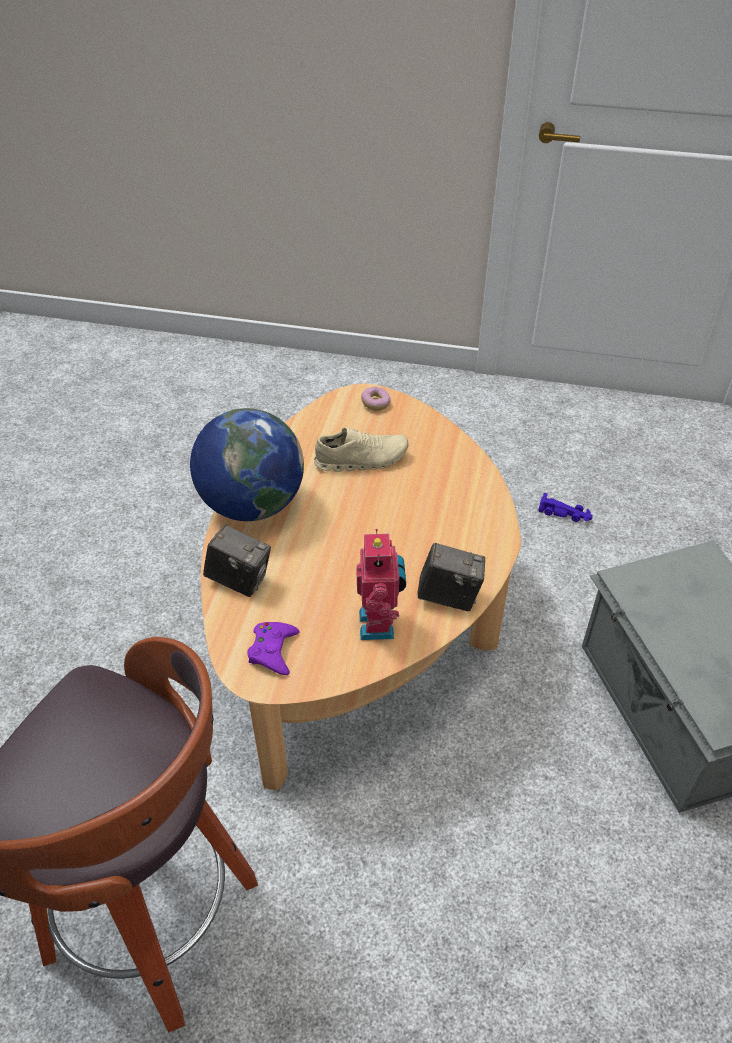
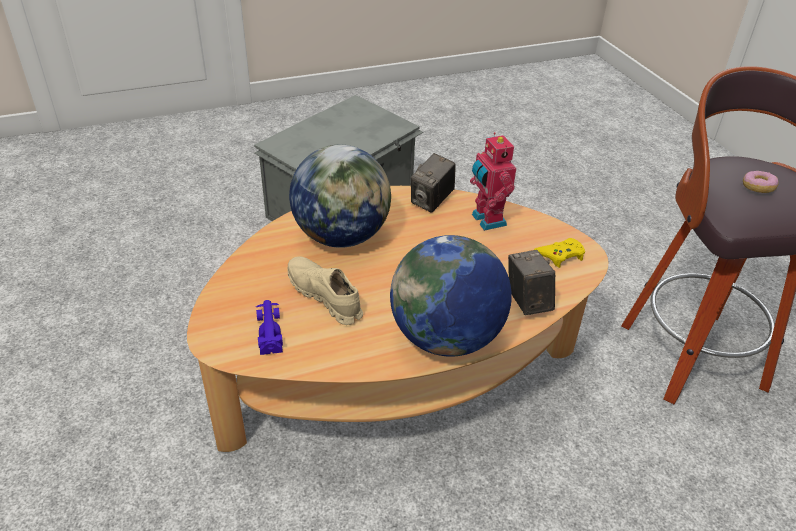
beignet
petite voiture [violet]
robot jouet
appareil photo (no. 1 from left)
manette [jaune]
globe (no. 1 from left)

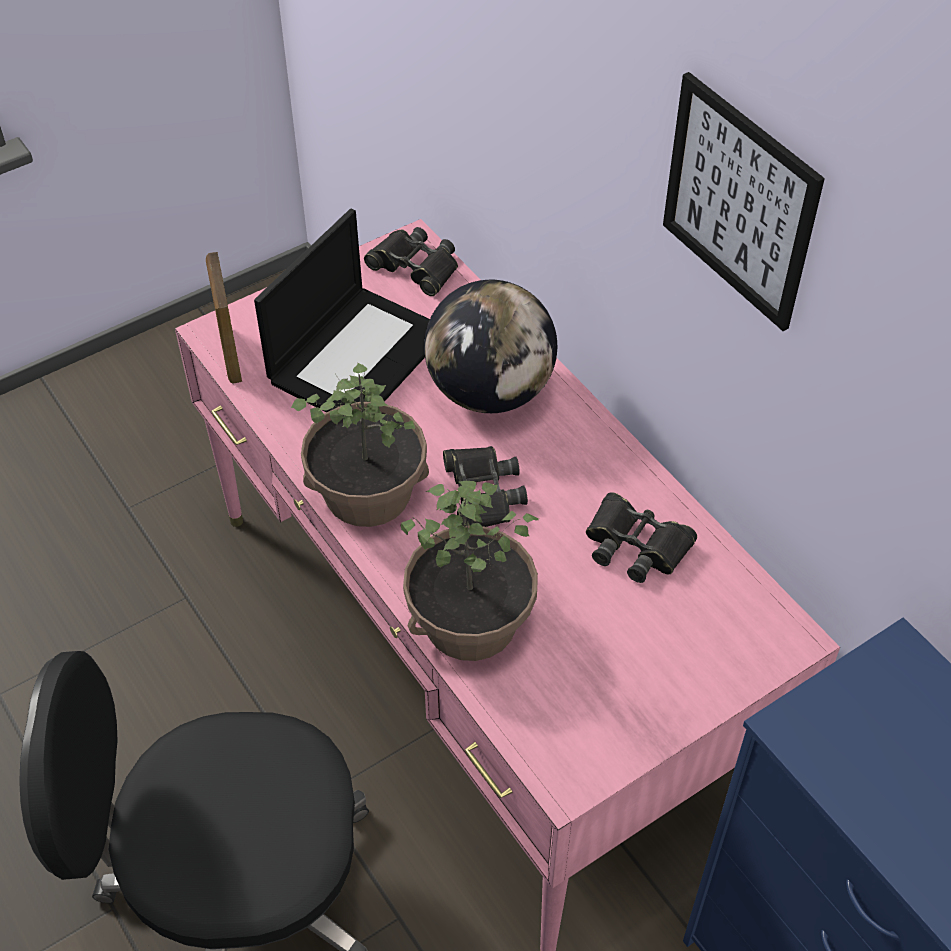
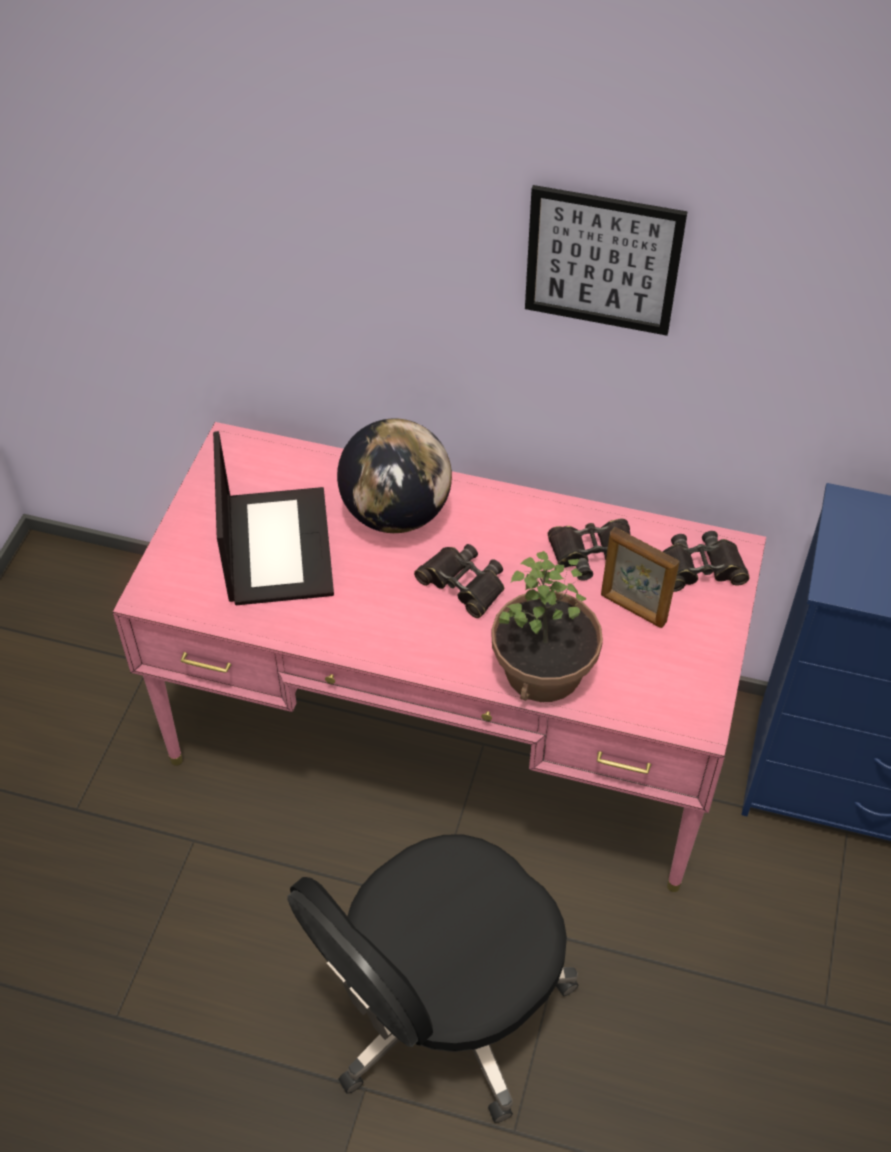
jumelles [noir] (no. 3 from left)
cadre photo
plante en pot (no. 1 from left in the first image)

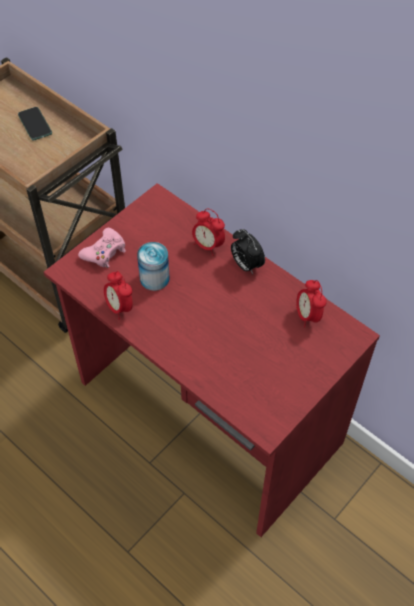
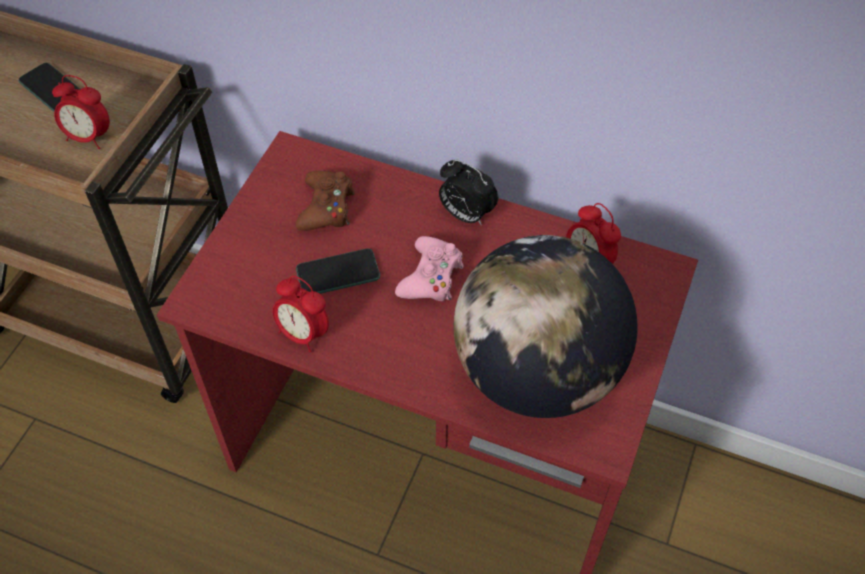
réveil (no. 1 from left)
manette [rose]
téléphone (no. 2 from left)
manette [marron]
globe

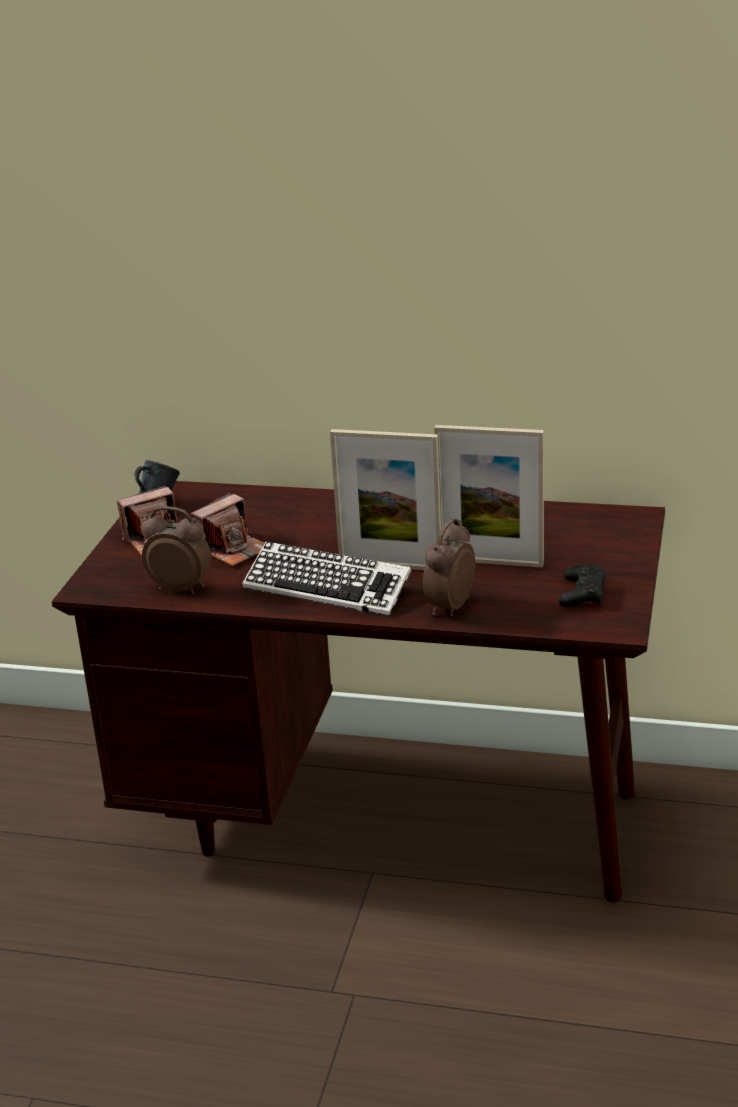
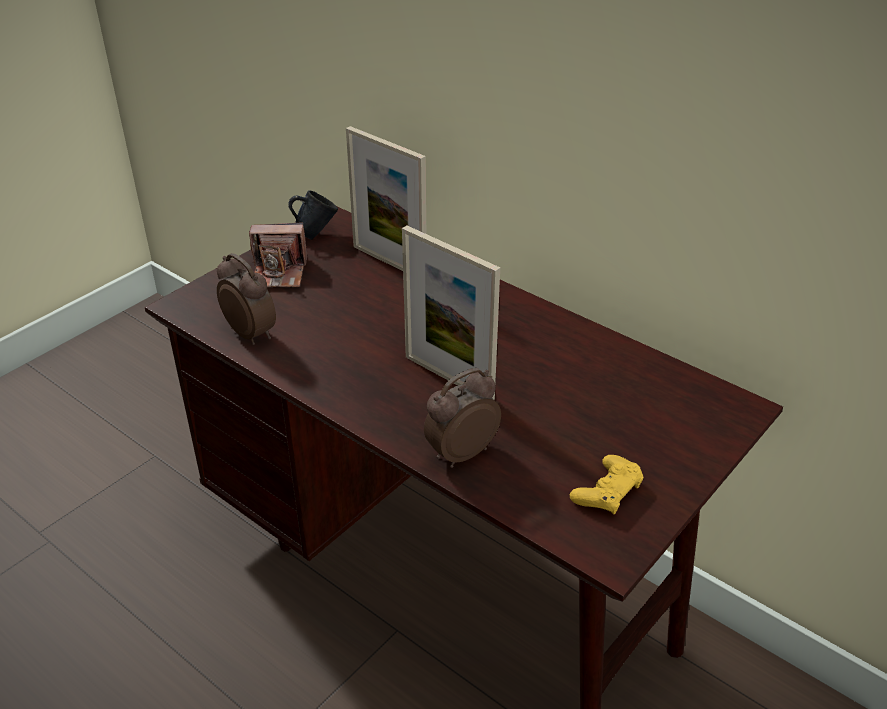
cadre photo (no. 1 from left)
appareil photo (no. 2 from left in the first image)
clavier
manette [jaune]

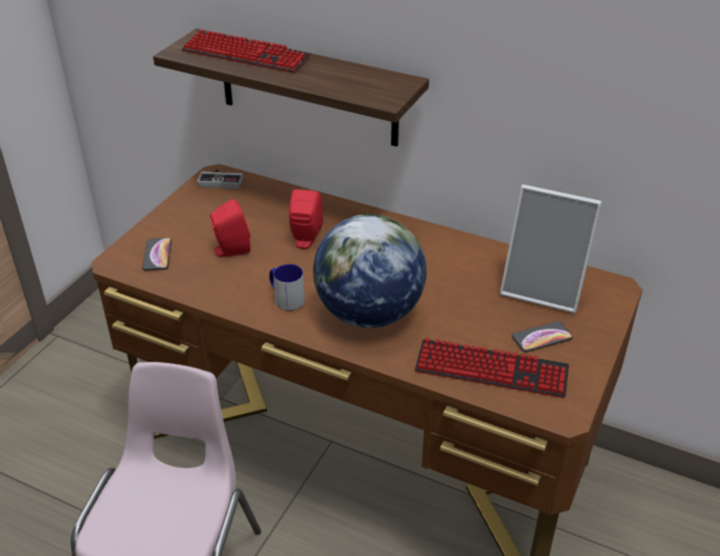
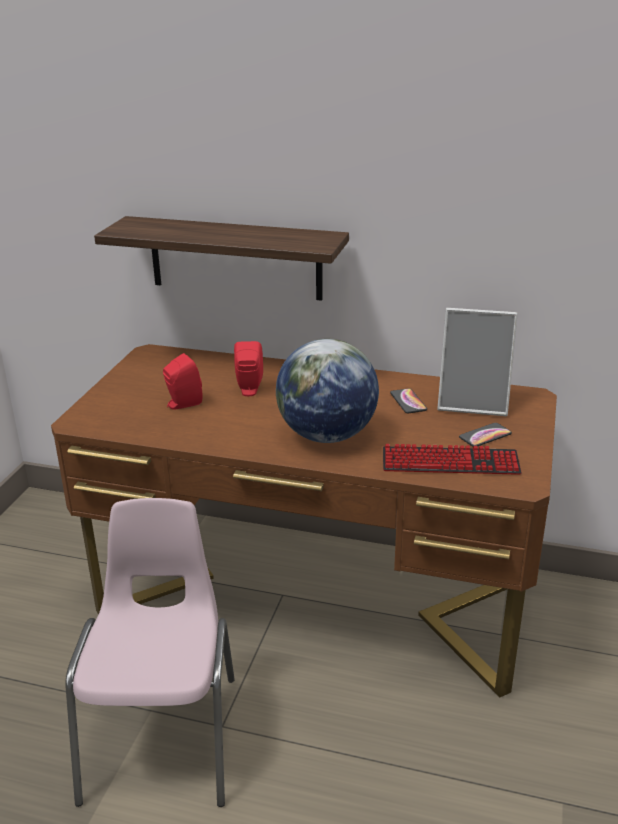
clavier (no. 1 from left in the first image)
manette
téléphone (no. 1 from left)
mug

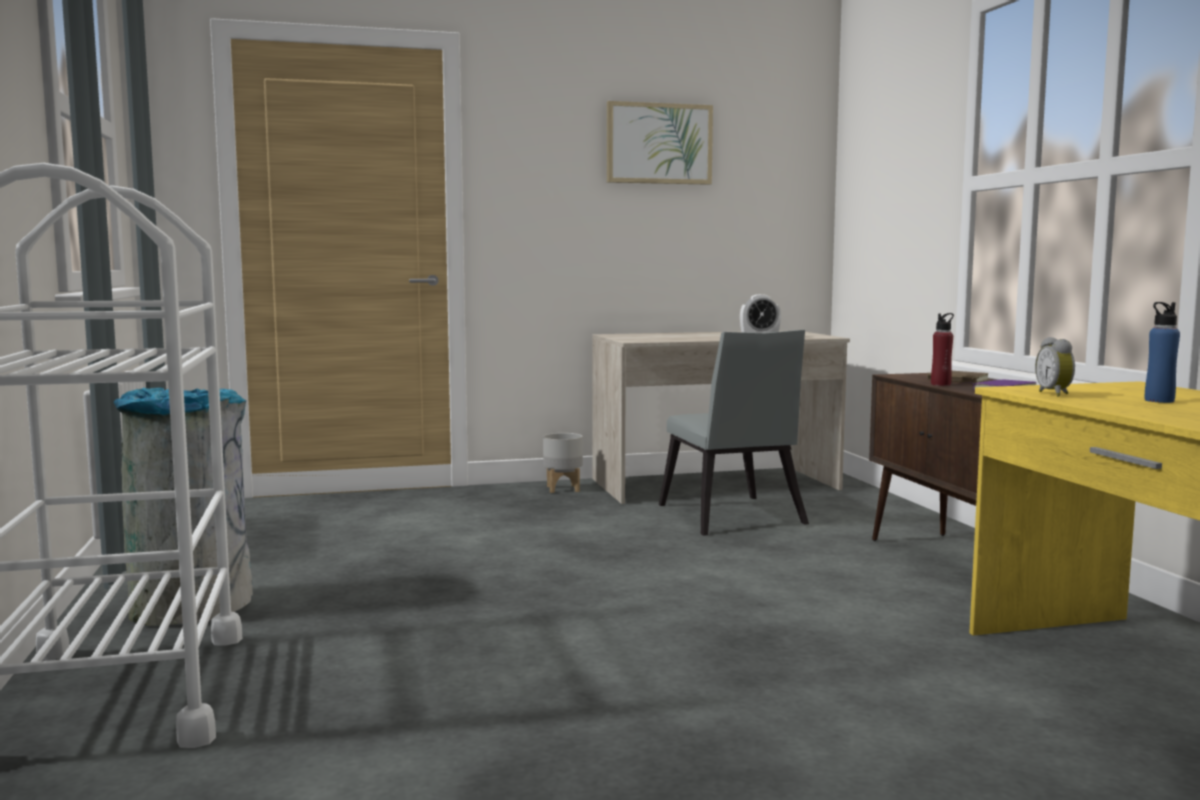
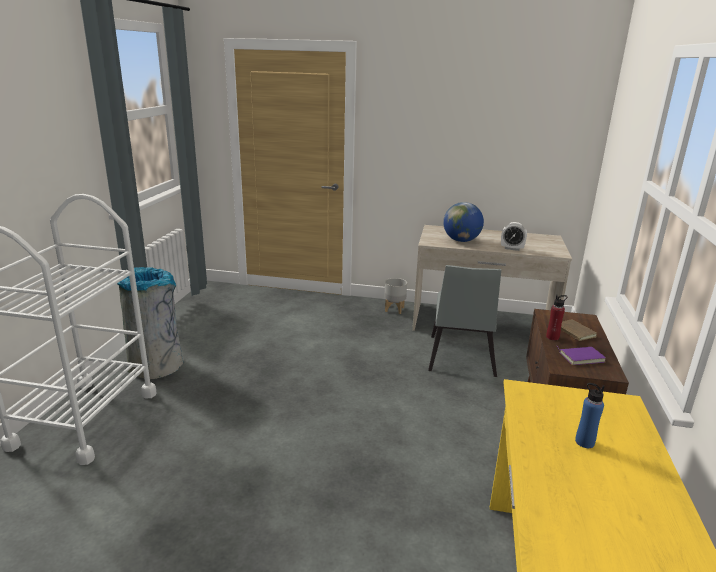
tableau
réveil (no. 2 from left in the first image)
globe

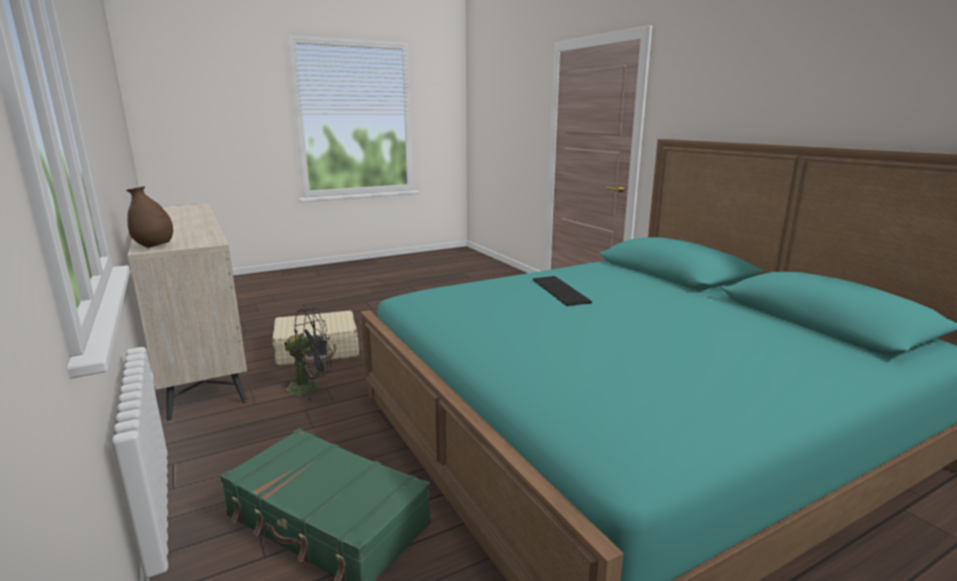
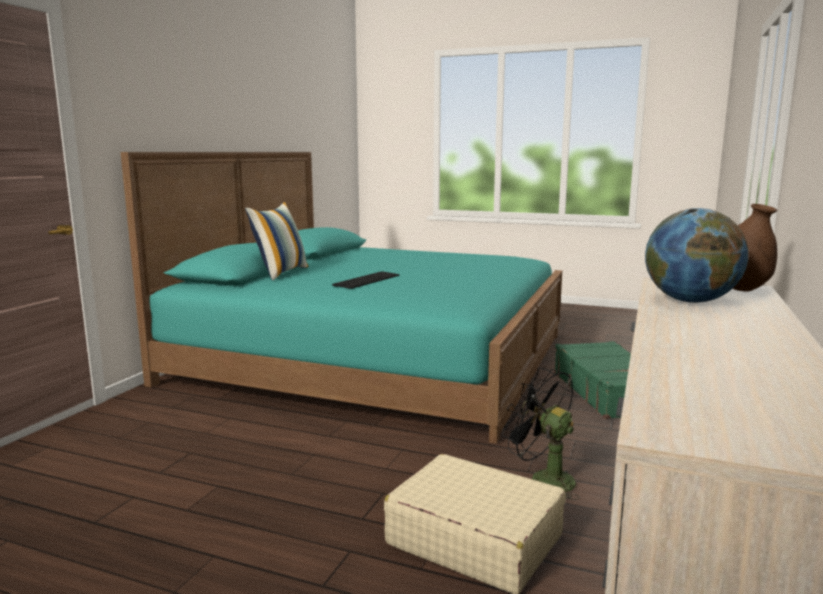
coussin
globe

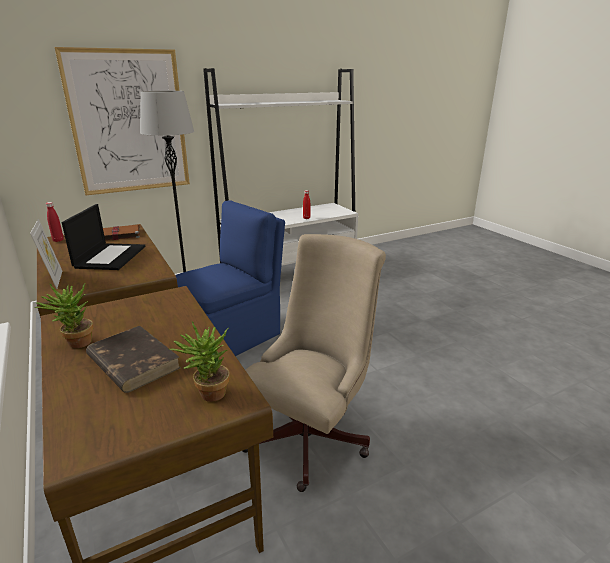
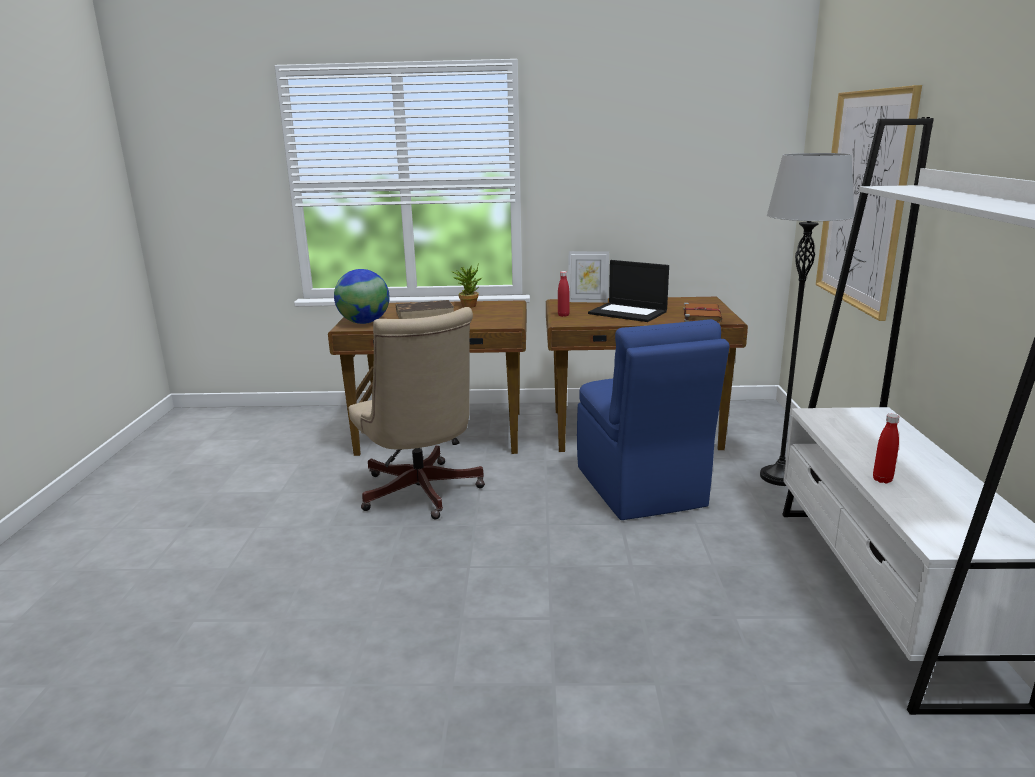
bouteille [rouge] (no. 1 from left)
globe

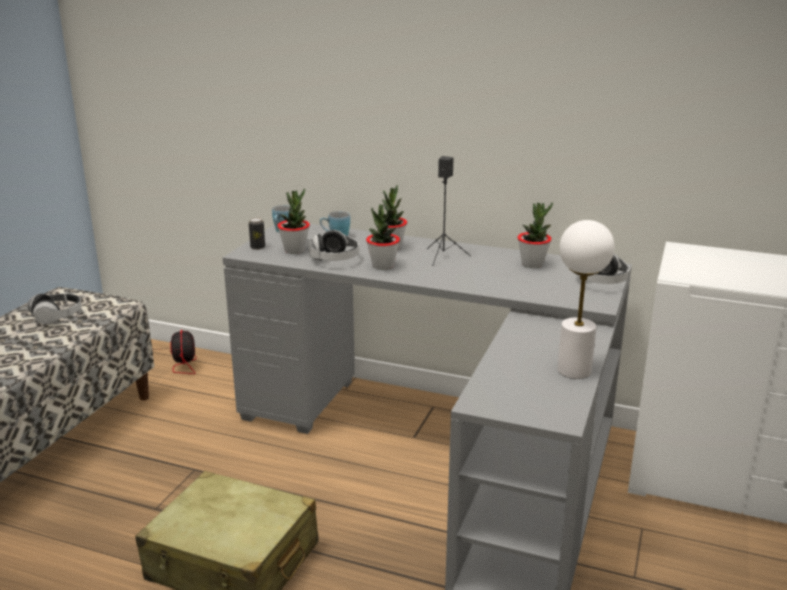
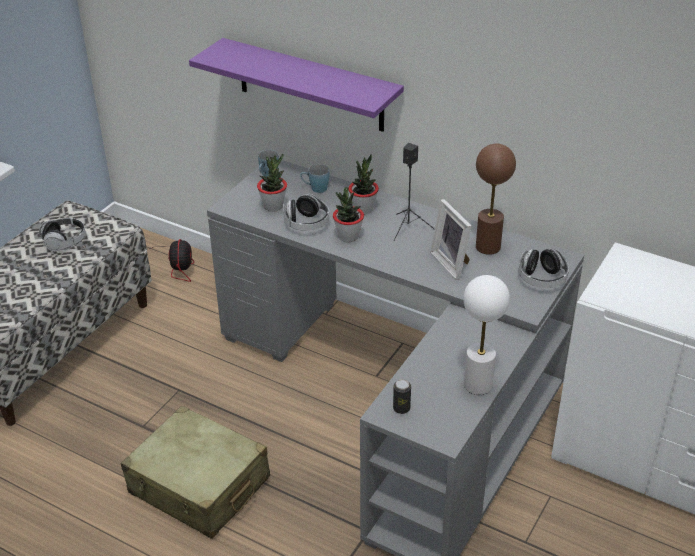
lampe de table [marron]
boîte métallique
étagère [violet]
cadre photo

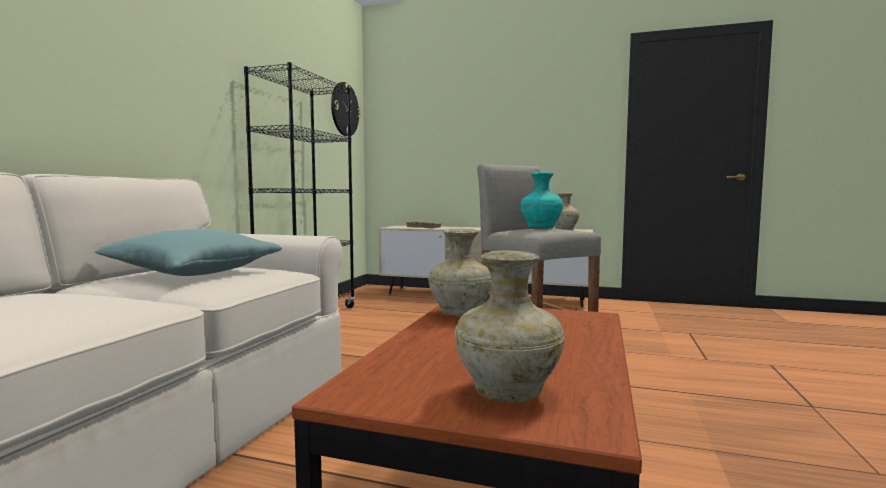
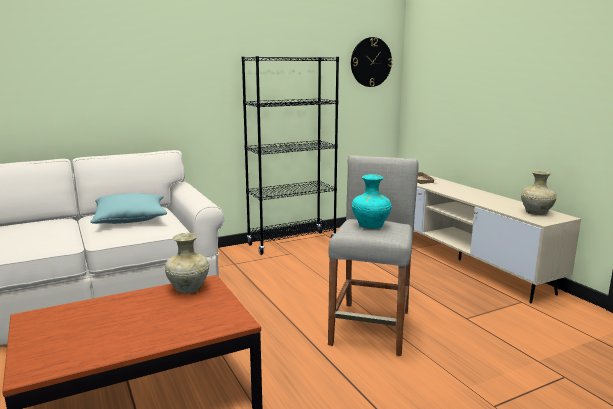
vase [beige] (no. 2 from left in the first image)

